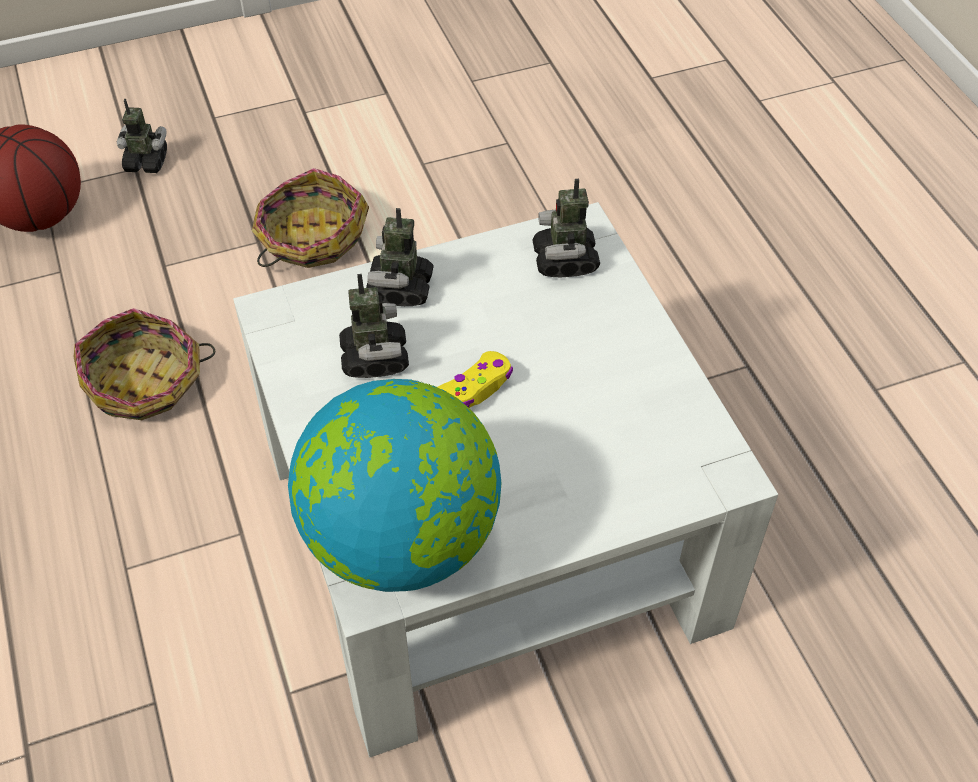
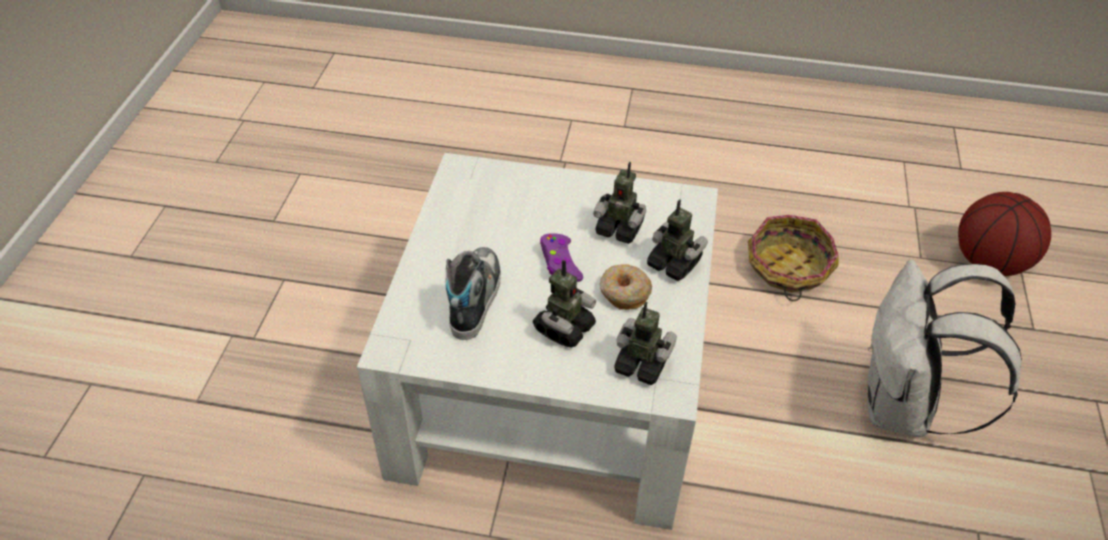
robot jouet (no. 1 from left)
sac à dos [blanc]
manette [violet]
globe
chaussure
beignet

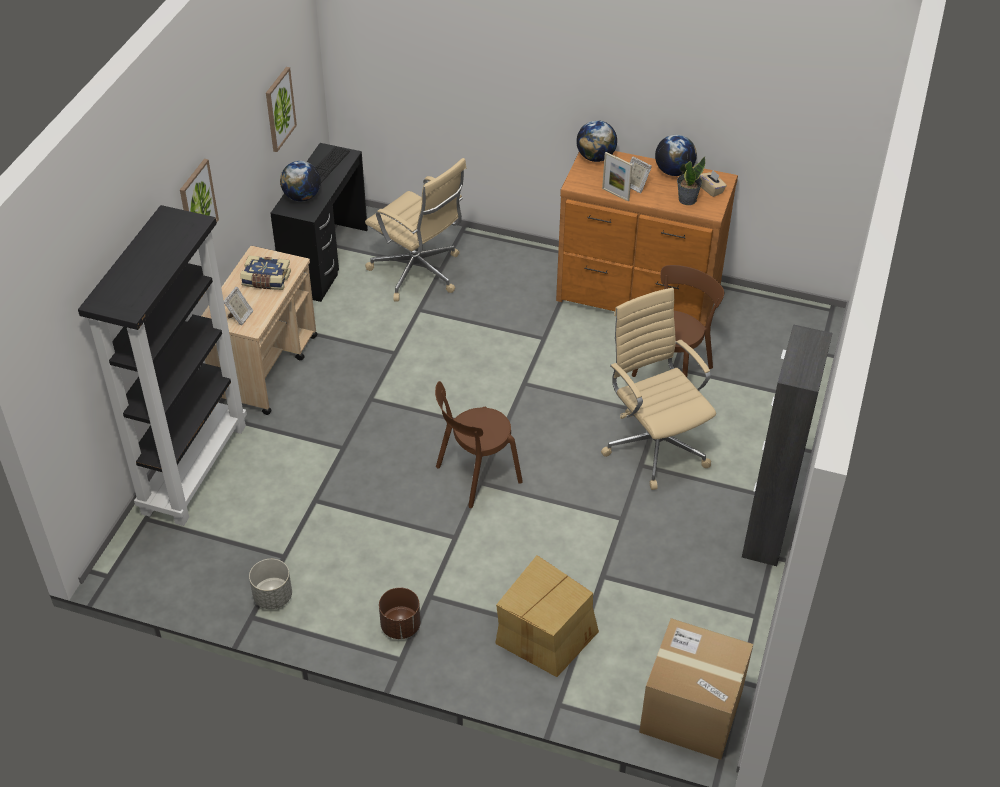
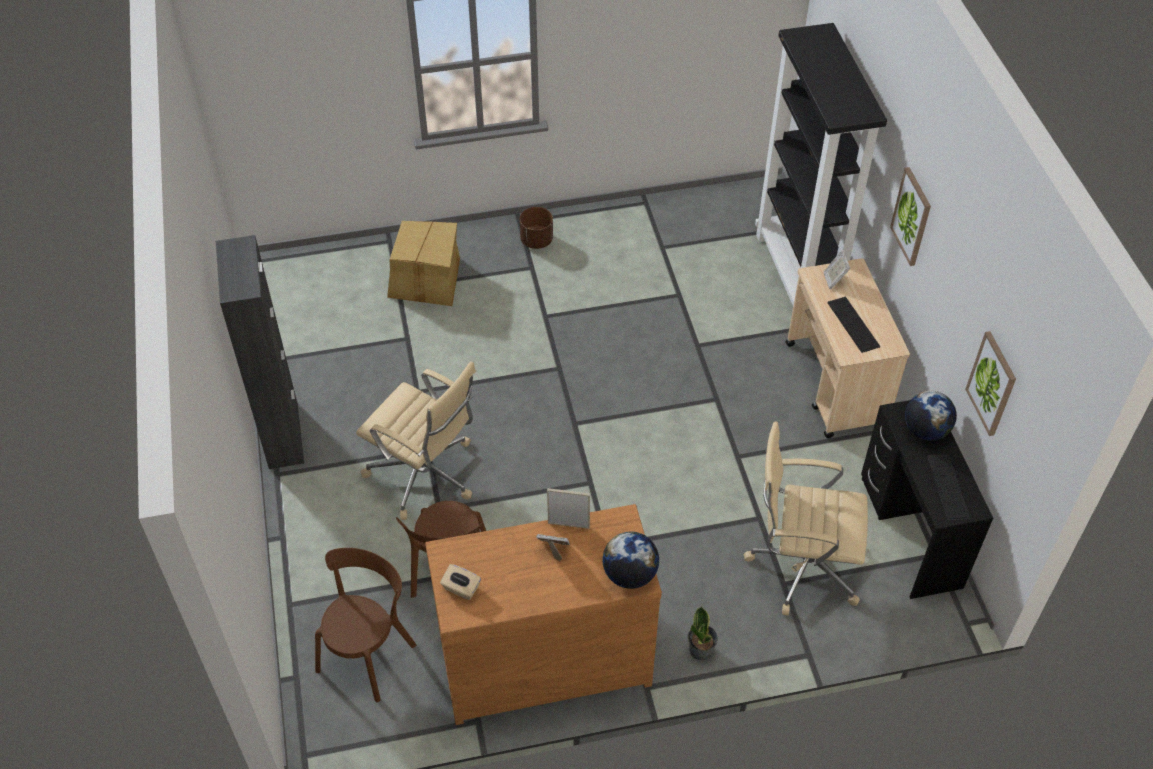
globe (no. 3 from left in the first image)
plante en pot
clavier (no. 1 from left)
chaise [marron] (no. 1 from left)
cache-pot [gris]
carton (no. 2 from left in the first image)

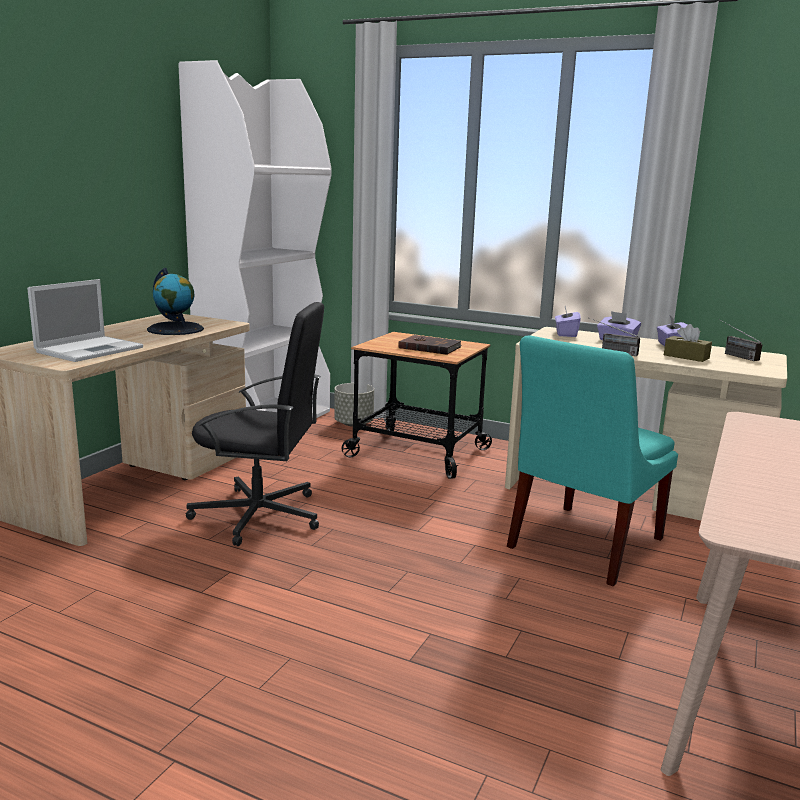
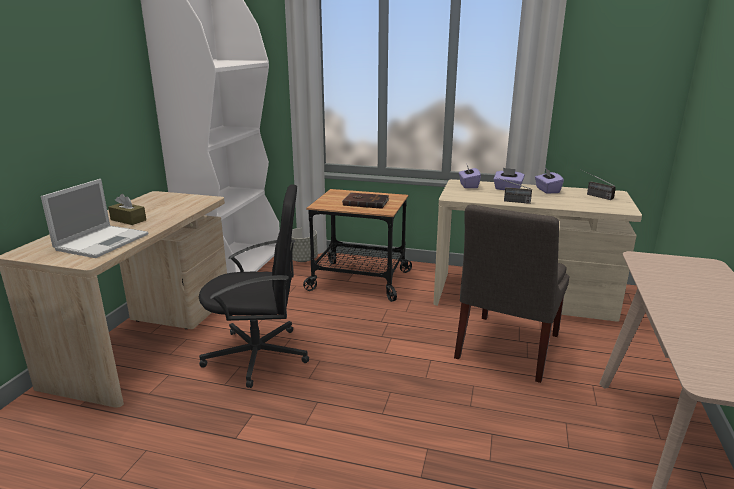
globe
boîte à mouchoirs [marron]
chaise [gris]

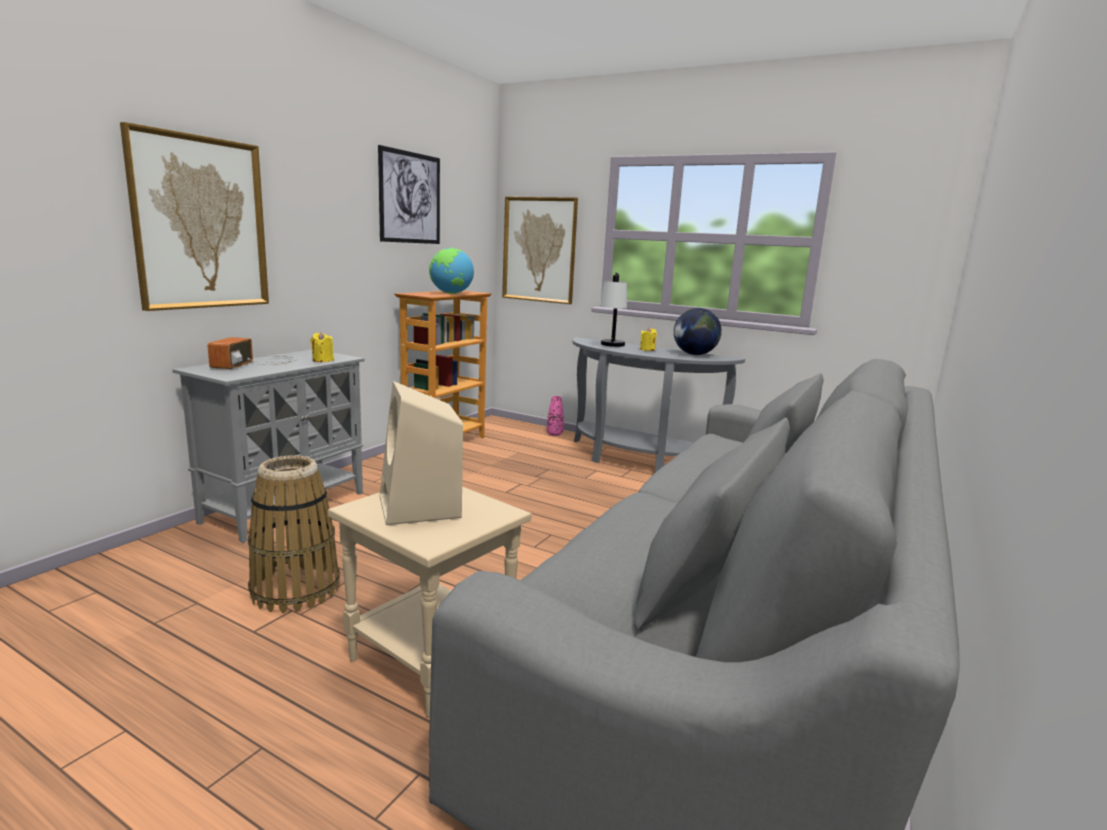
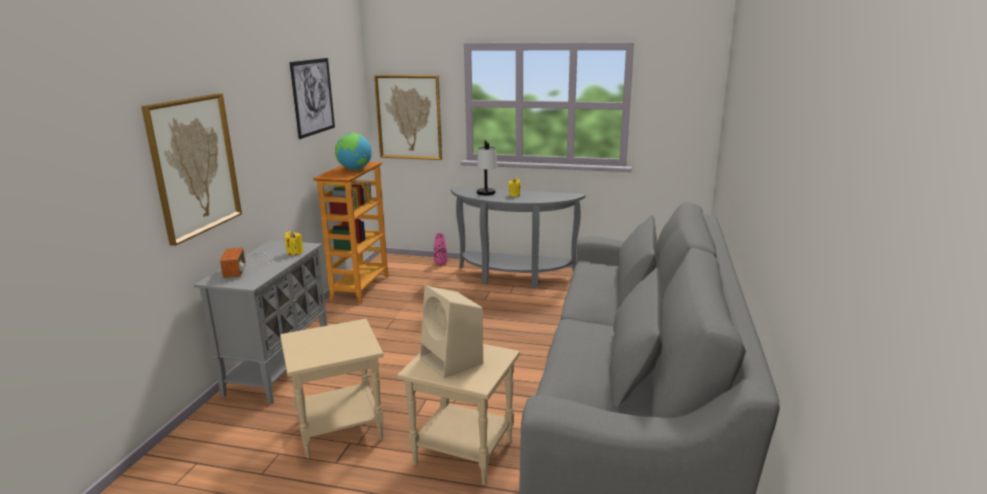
globe (no. 2 from left in the first image)
table d'appoint [beige] (no. 1 from left)

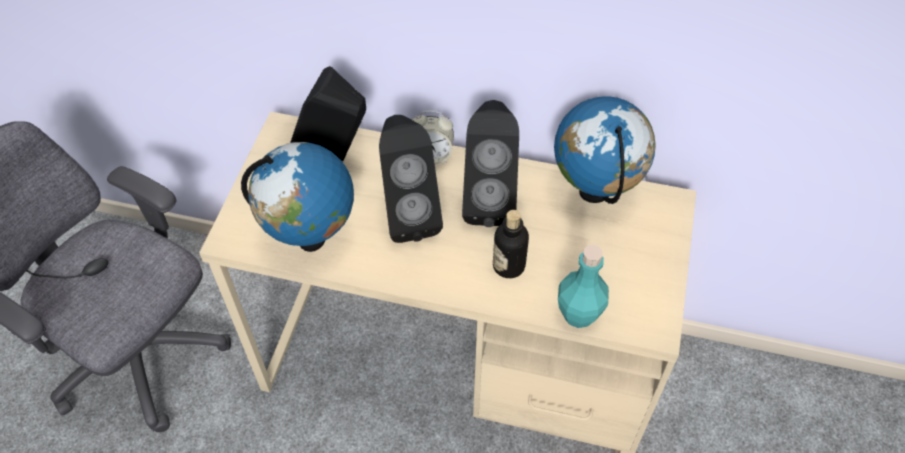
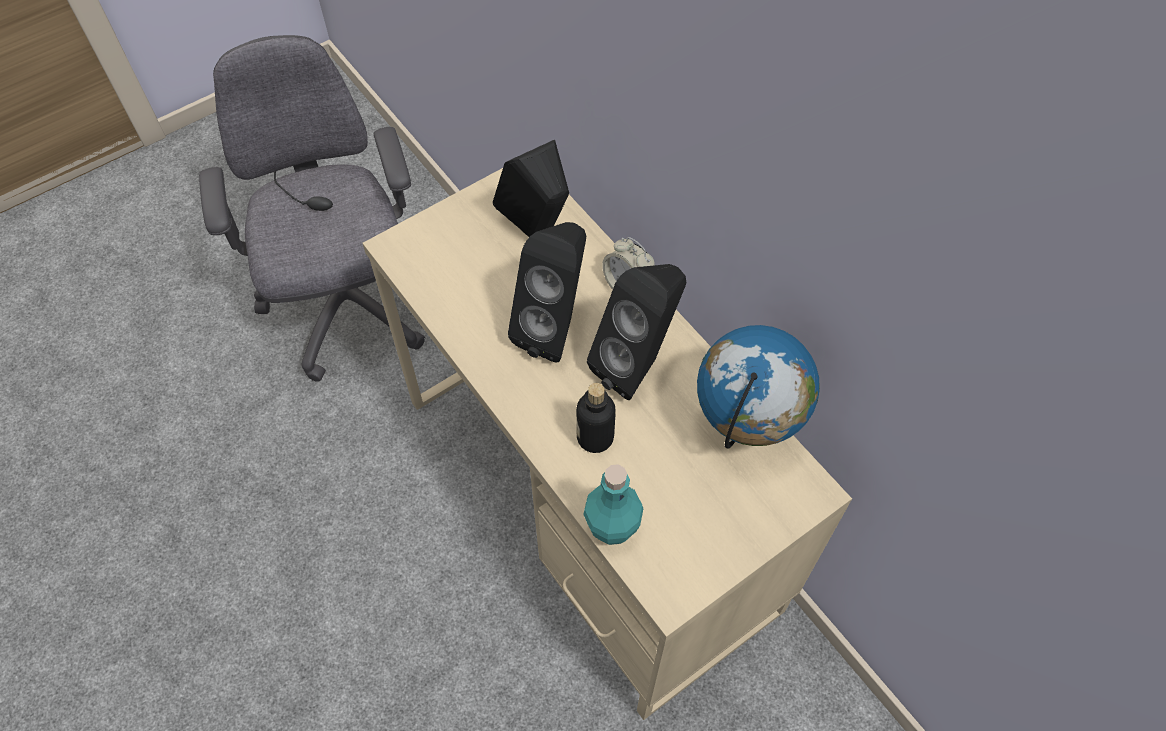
globe (no. 1 from left in the first image)

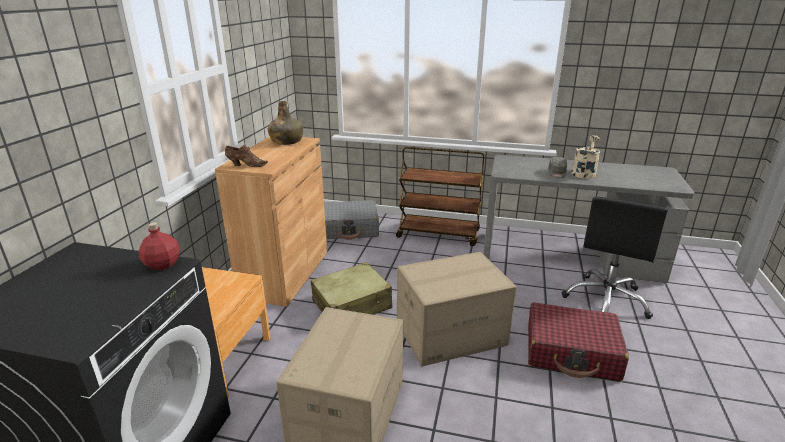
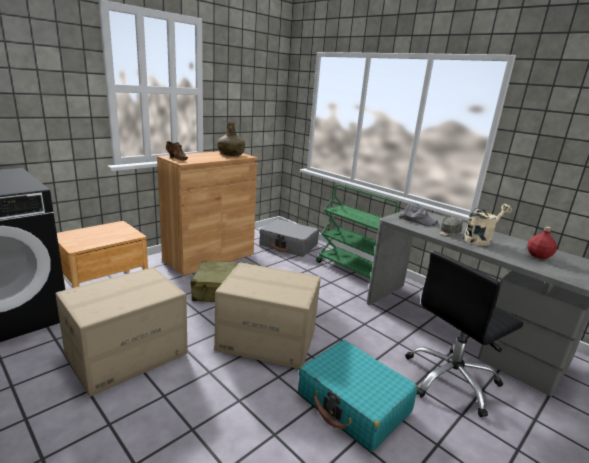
chariot [vert]
bouteille [rouge]
valise [turquoise]
casquette [gris] (no. 1 from left)

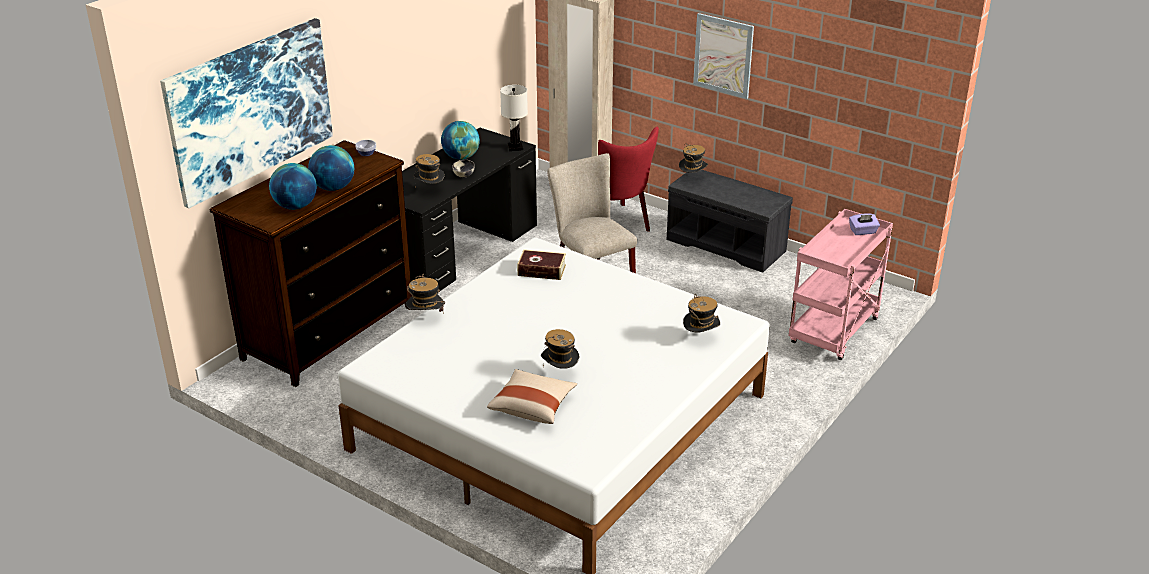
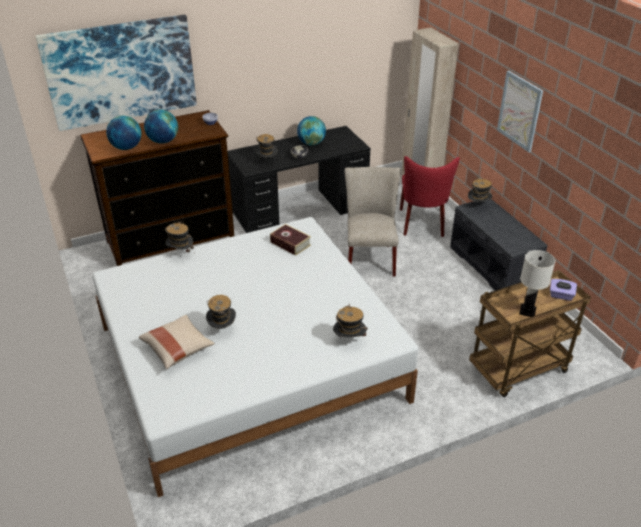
lampe de table [blanc]
chariot [marron]

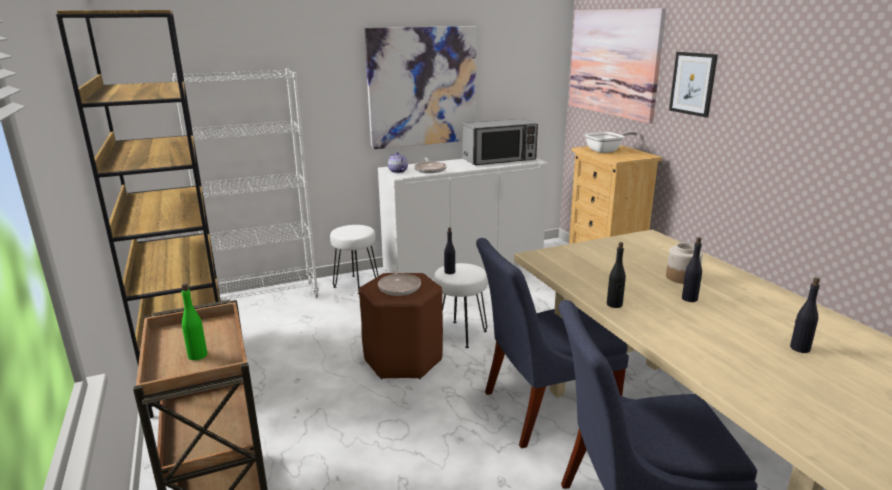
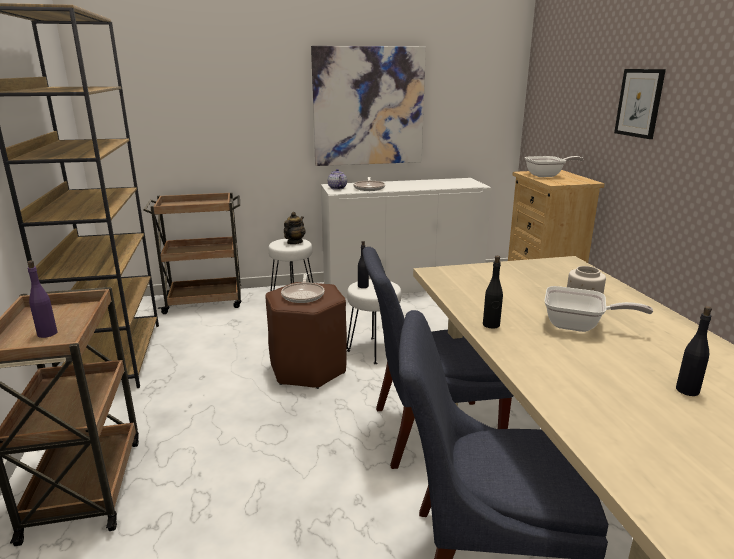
tableau (no. 2 from left in the first image)
chariot [marron] (no. 2 from left)
micro-ondes
poêle (no. 4 from left)
bouteille [violet]
théière (no. 1 from left)

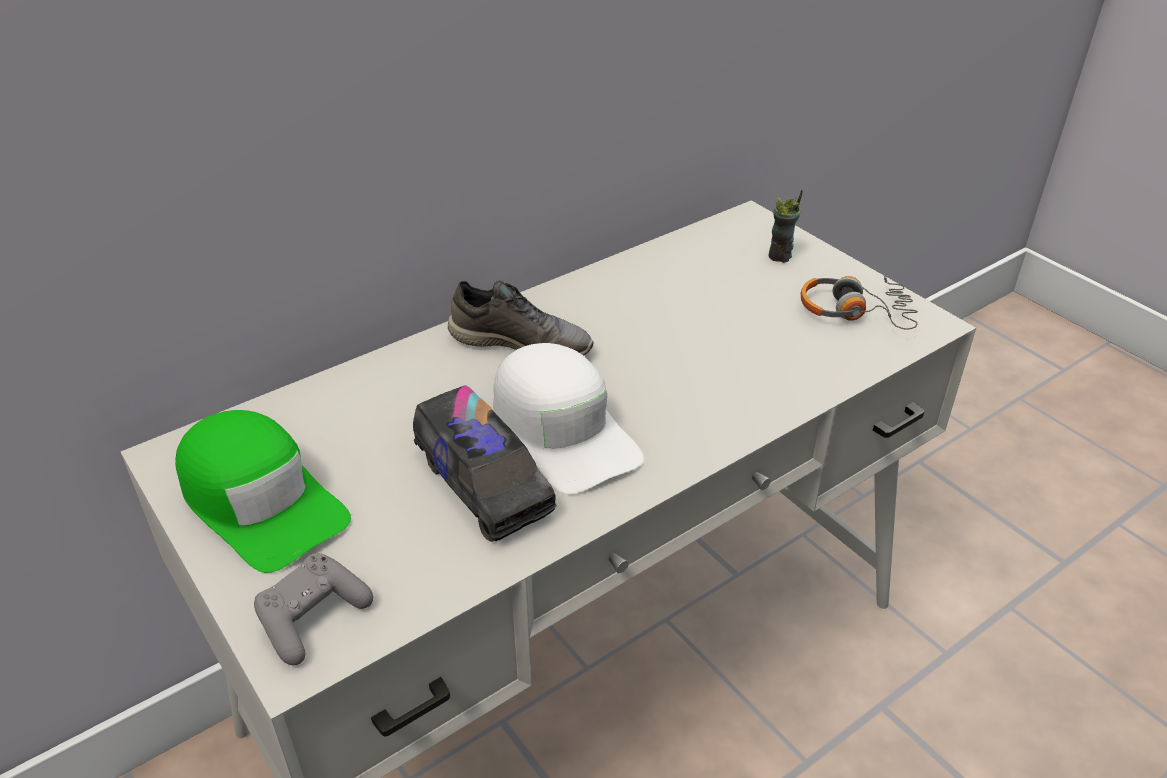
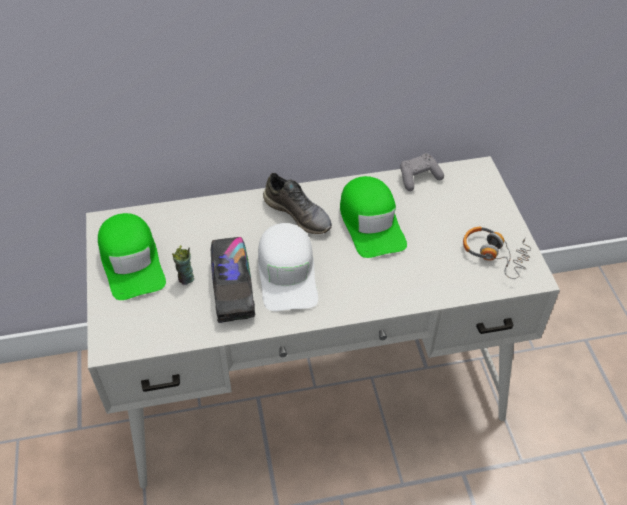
tasse
manette [gris]
casquette [vert] (no. 2 from left)

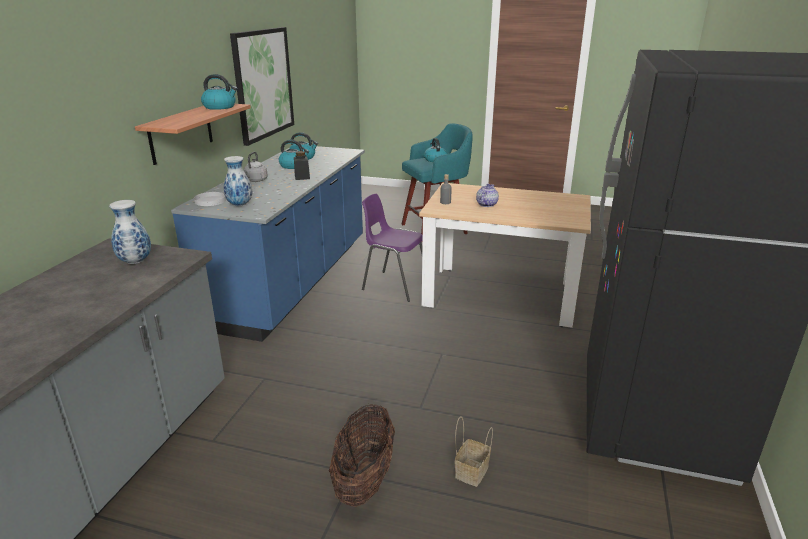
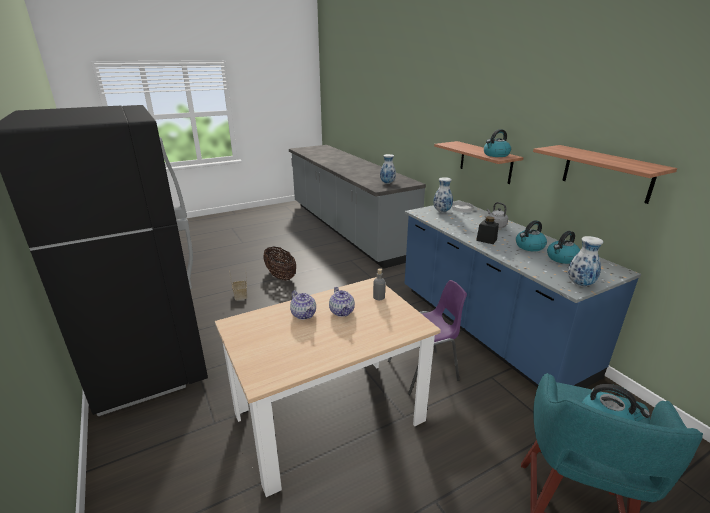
étagère (no. 2 from left)
vase (no. 3 from left)
théière (no. 1 from left)

